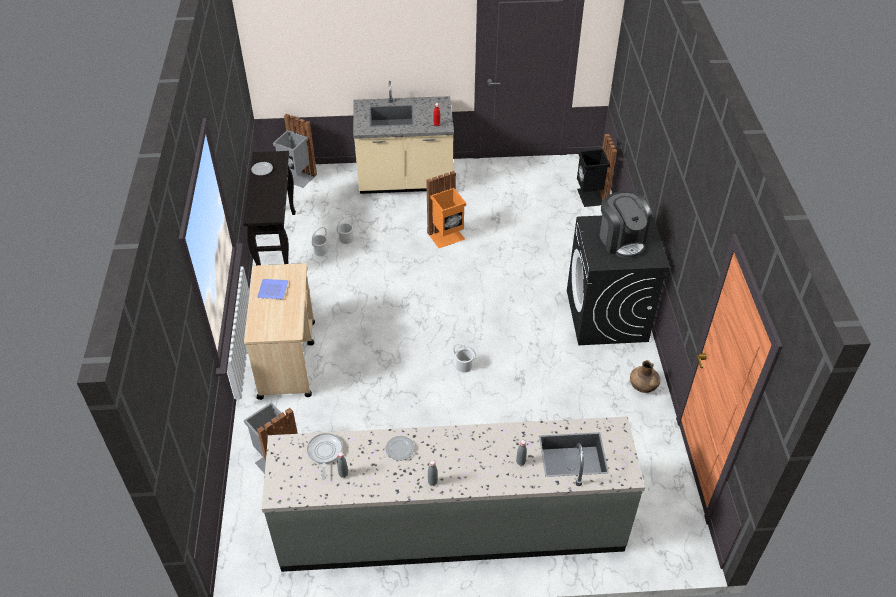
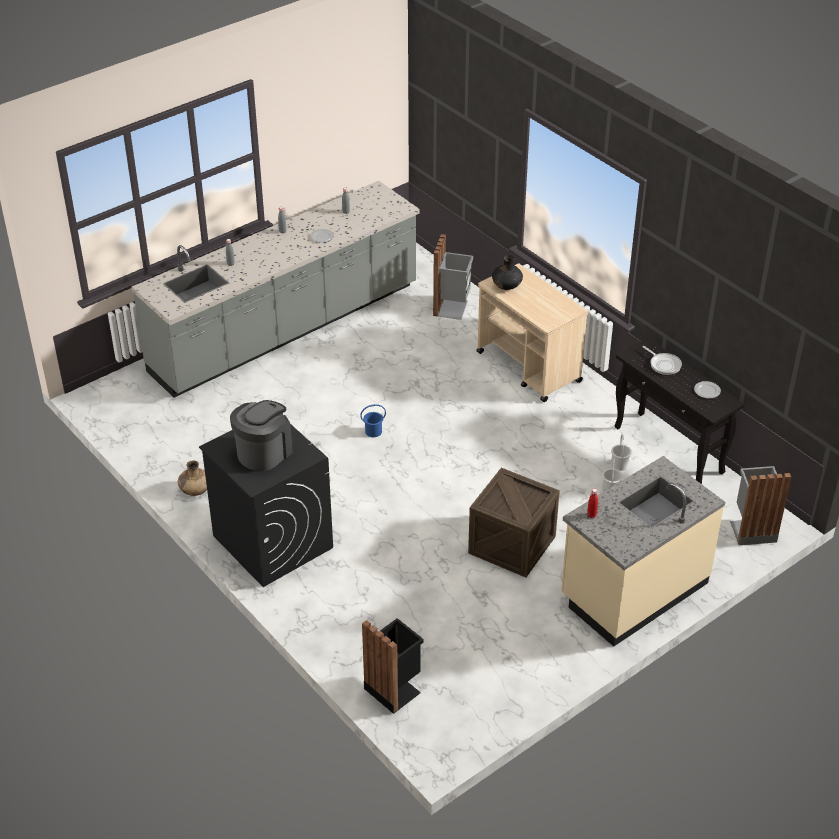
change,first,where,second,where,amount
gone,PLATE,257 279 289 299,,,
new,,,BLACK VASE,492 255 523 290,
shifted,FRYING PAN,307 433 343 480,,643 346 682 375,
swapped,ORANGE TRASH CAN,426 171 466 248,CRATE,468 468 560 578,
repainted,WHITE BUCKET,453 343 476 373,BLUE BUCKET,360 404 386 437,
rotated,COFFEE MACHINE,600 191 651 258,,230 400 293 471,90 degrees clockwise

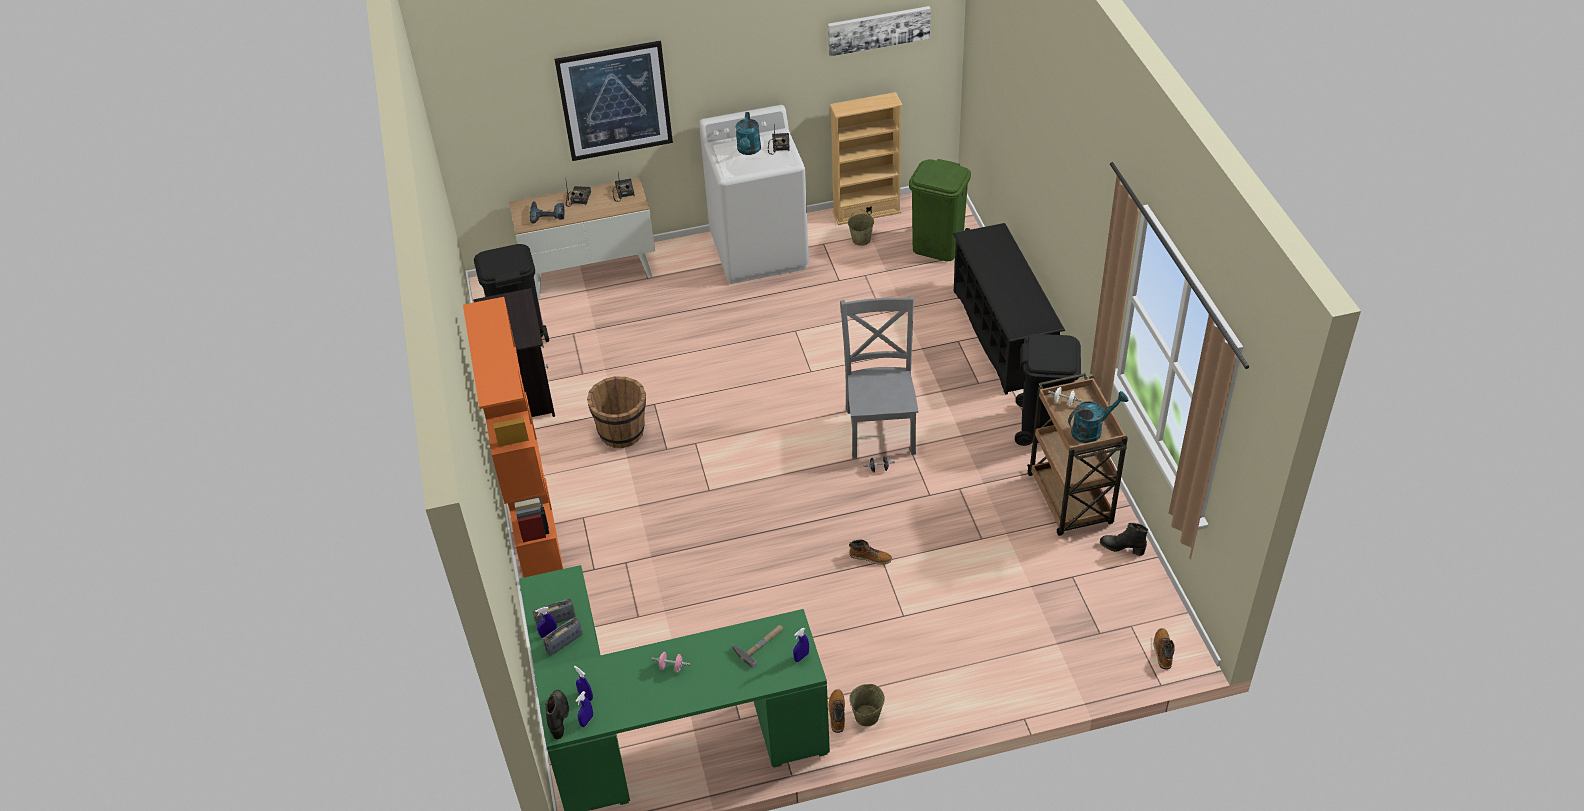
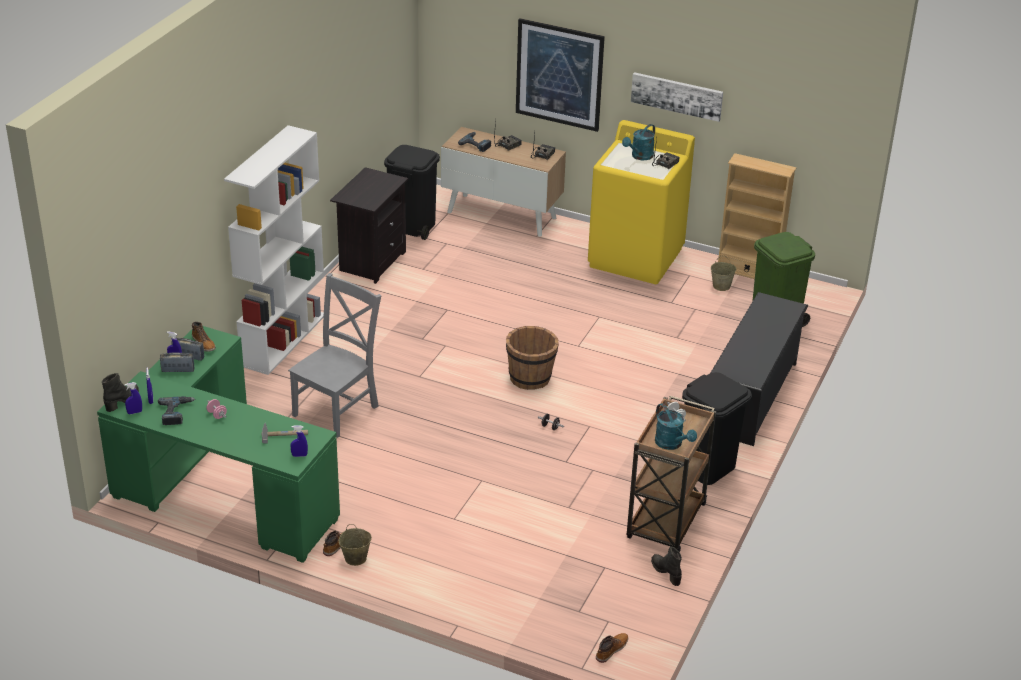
change,first,where,second,where,amount
new,,,POWER DRILL,158 396 195 425,
shifted,BROWN BUCKET,587 377 646 448,,506 326 559 390,
shifted,PICTURE,828 6 931 56,,631 72 723 122,
shifted,GREY CHAIR,840 295 918 459,,288 273 381 438,
shifted,BOOT,849 539 892 565,,192 322 216 352,
repainted,ORANGE BOOKCASE,463 297 563 578,WHITE BOOKCASE,224 125 324 375,
repainted,WHITE WASHING MACHINE,699 105 809 284,YELLOW WASHING MACHINE,588 120 695 284,
rotated,TURQUOISE WATERING CAN,1068 391 1128 443,,655 403 697 450,45 degrees clockwise

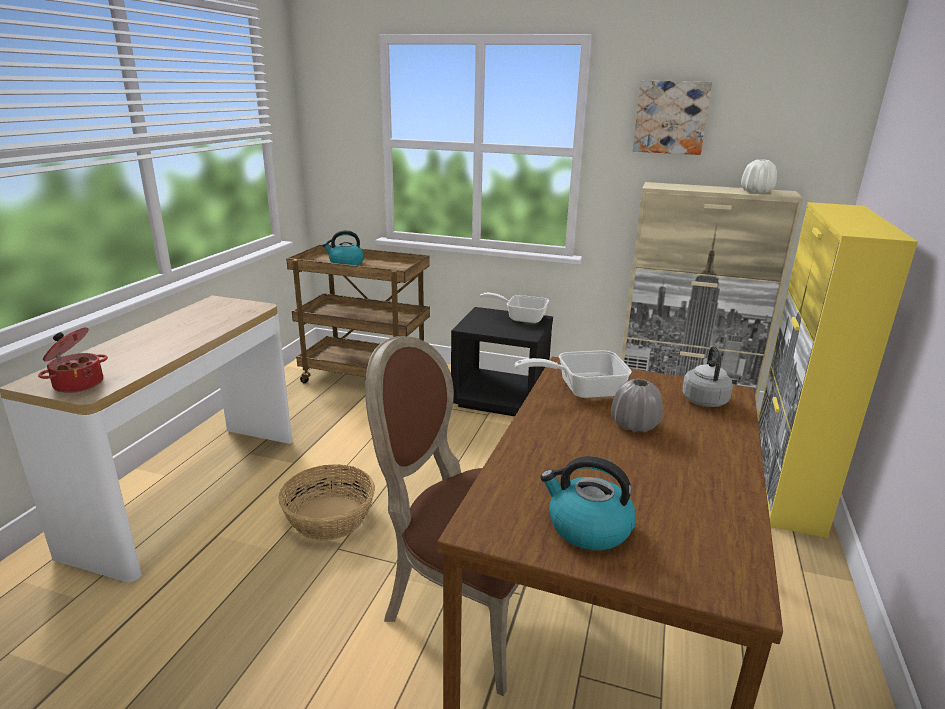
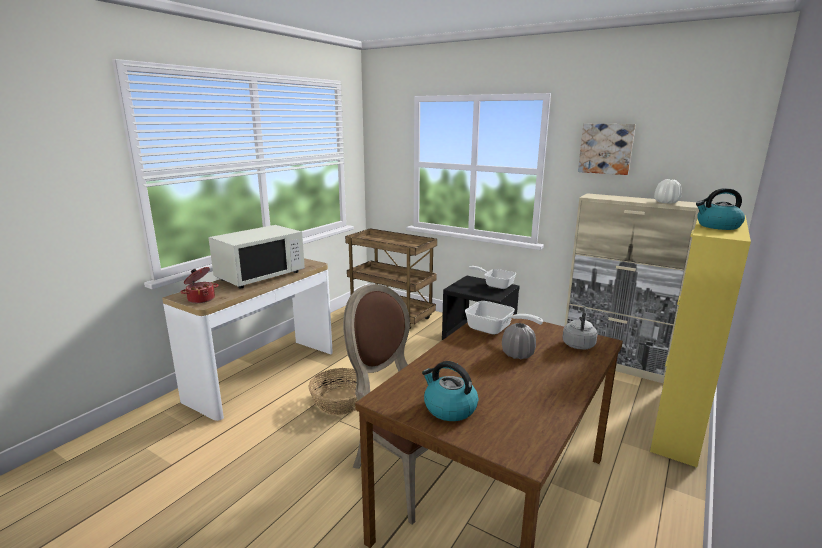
change,first,where,second,where,amount
new,,,WHITE MICROWAVE,208 225 305 288,
shifted,KETTLE,322 230 364 266,,696 188 745 230,
rotated,FRYING PAN,514 350 632 398,,465 301 543 335,150 degrees counterclockwise

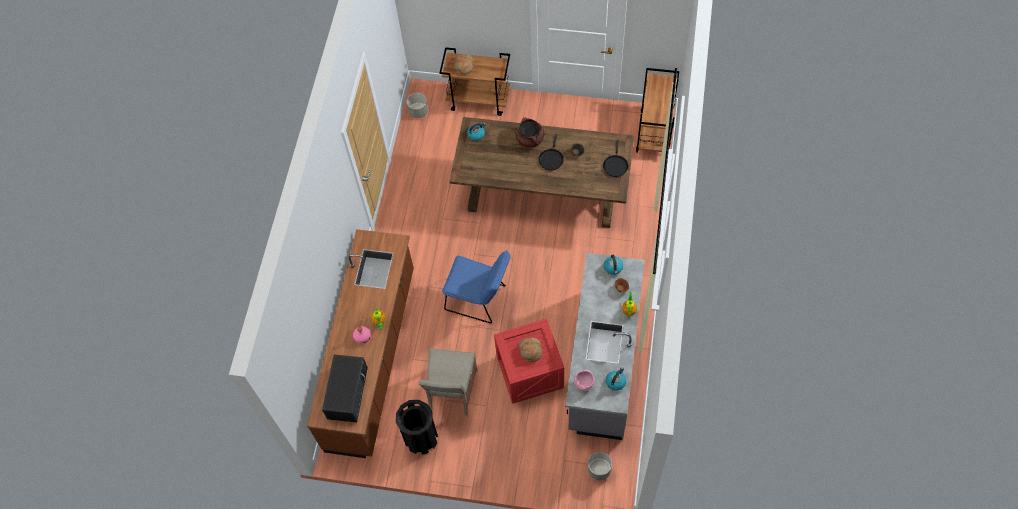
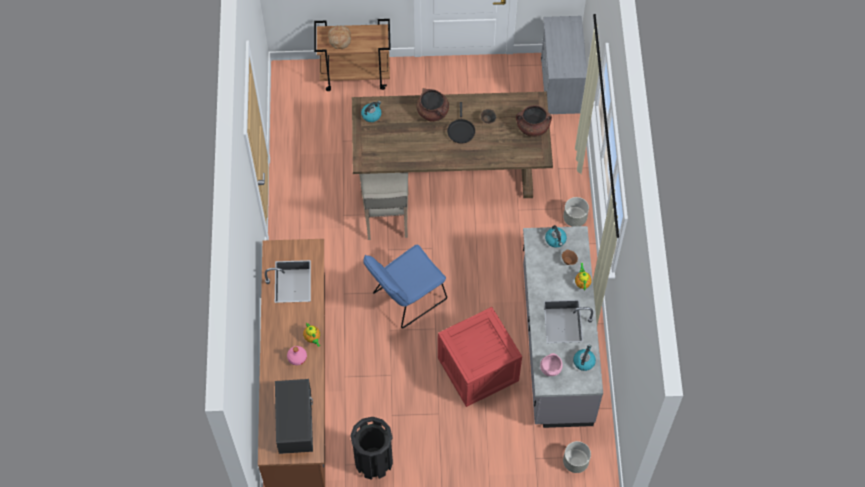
change,first,where,second,where,amount
gone,BREAD,519 337 542 362,,,
shifted,GREY PLANTER,407 93 428 118,,563 197 589 227,
shifted,BEIGE CHAIR,419 348 477 416,,359 173 408 240,
swapped,BLACK FRYING PAN,603 140 628 177,BROWN COOKING POT,516 105 552 137,
swapped,BROWN CART,636 68 679 153,GREY DRESSER,541 16 587 114,
rotated,BLUE CHAIR,442 250 510 323,,363 245 447 329,135 degrees clockwise

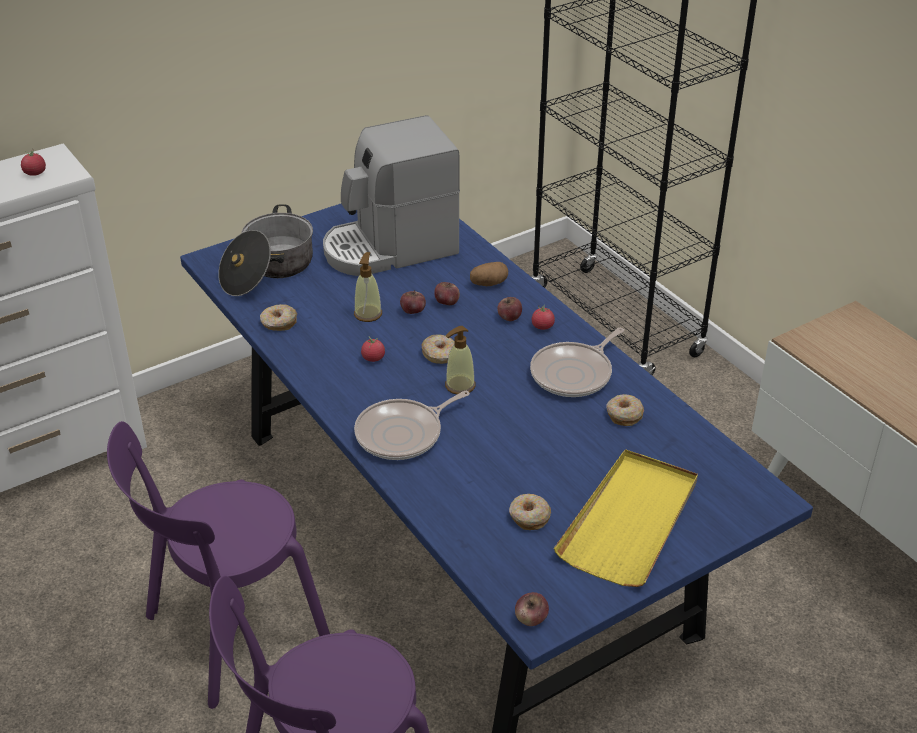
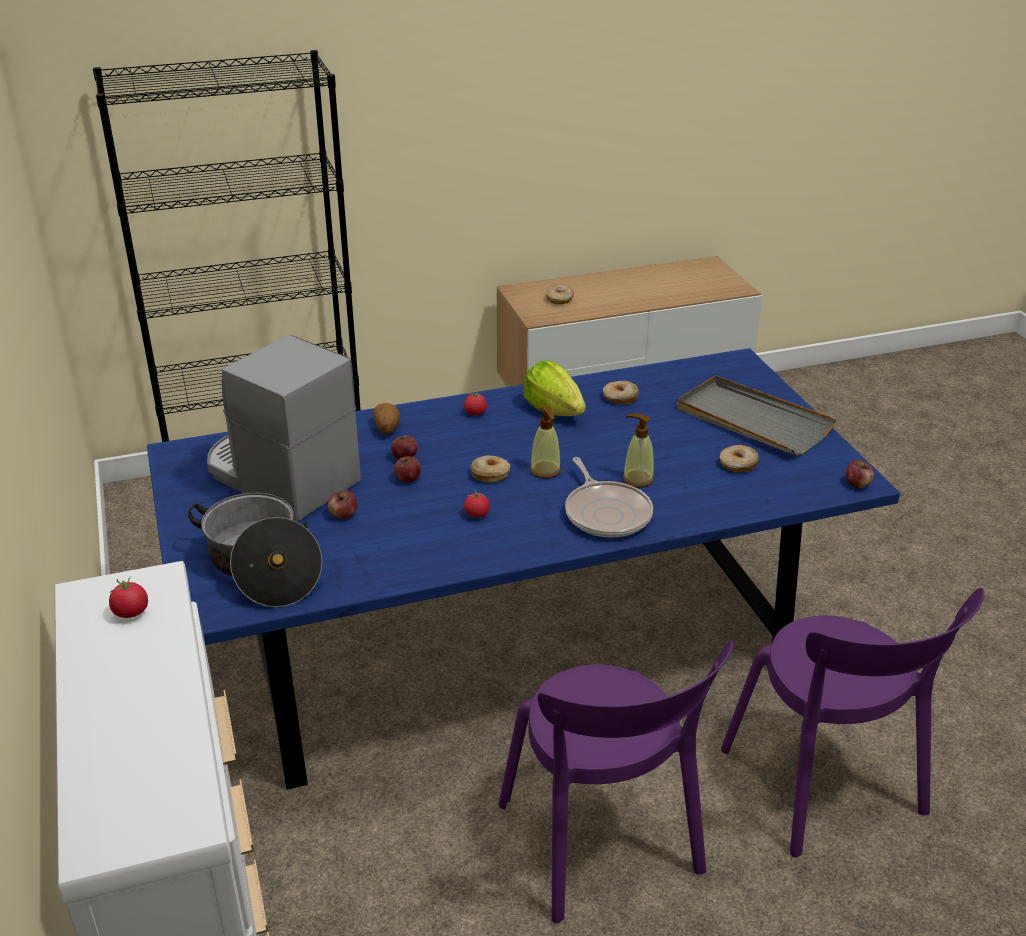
change,first,where,second,where,amount
shifted,DONUT,260 304 297 331,,546 284 574 304,
shifted,SOAP DISPENSER,354 252 382 322,,623 413 654 488,
shifted,APPLE,497 297 522 321,,328 490 357 519,
swapped,FRYING PAN,530 328 624 397,LETTUCE,523 361 586 416,
repainted,YELLOW TRAY,554 449 698 587,GREY TRAY,677 376 837 455,
rotated,COFFEE MACHINE,323 115 460 276,,207 335 361 522,135 degrees clockwise

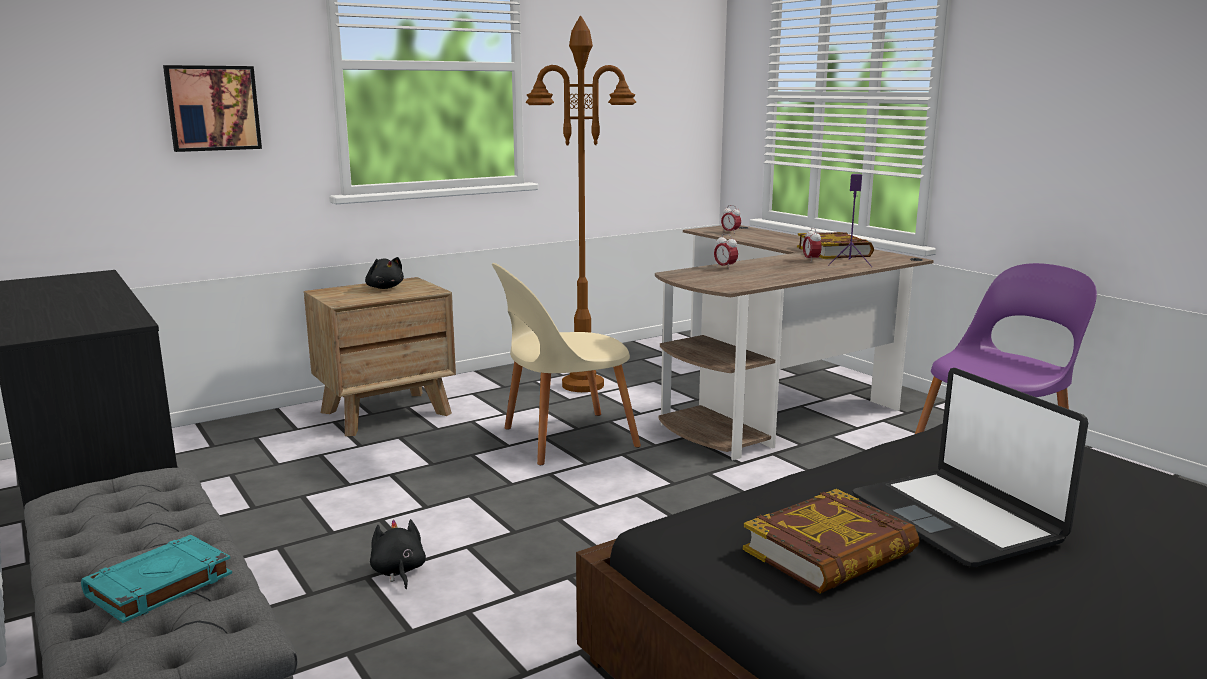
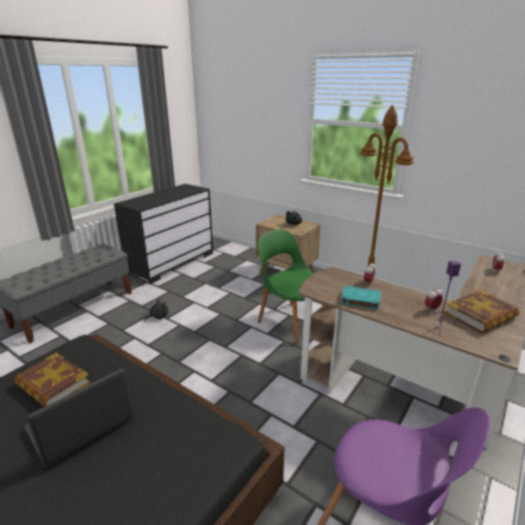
change,first,where,second,where,amount
gone,PICTURE,163 65 262 152,,,
shifted,TURQUOISE BOOK,81 535 232 623,,341 286 381 309,
repainted,BEIGE CHAIR,492 263 641 465,GREEN CHAIR,258 229 326 345,

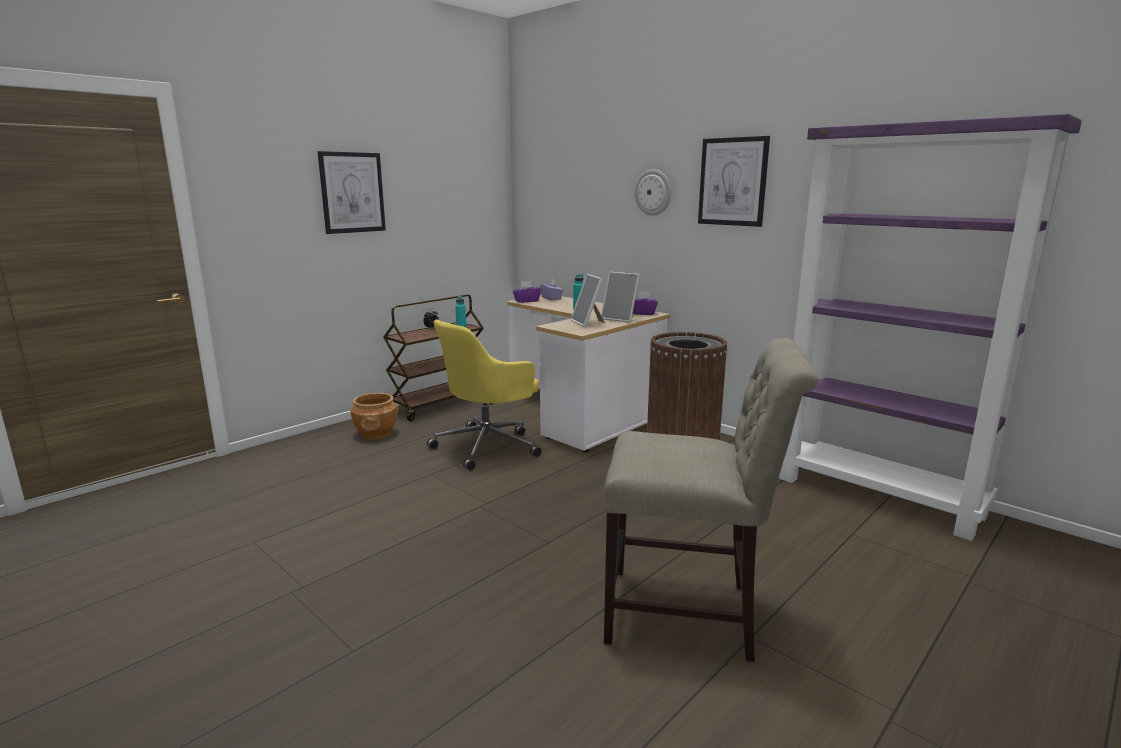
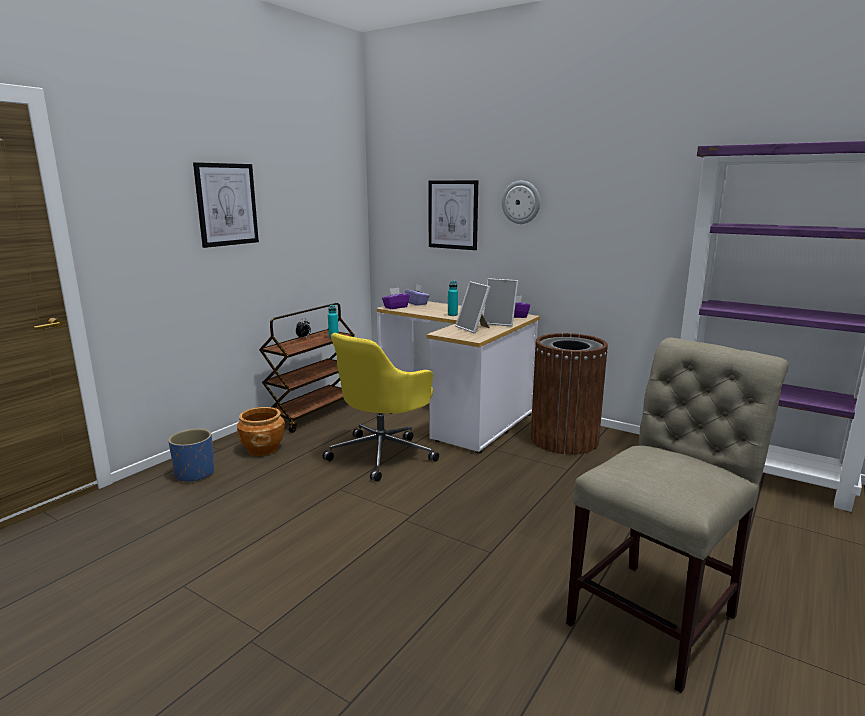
change,first,where,second,where,amount
new,,,BLUE PLANTER,168 429 214 483,
shifted,PICTURE,698 136 770 227,,429 180 478 250,
rotated,BEIGE CHAIR,604 338 818 662,,566 337 789 693,45 degrees counterclockwise

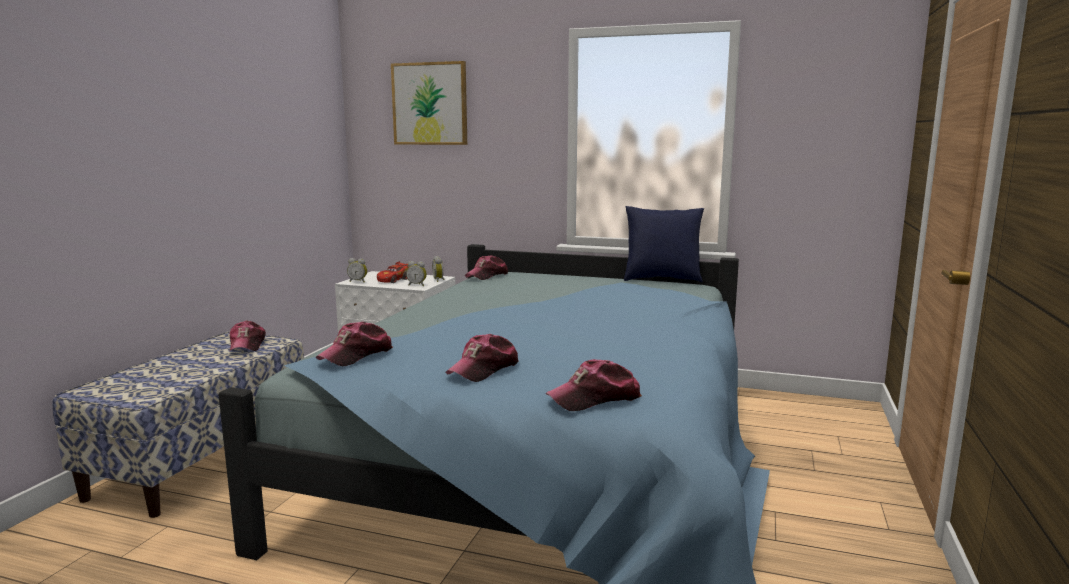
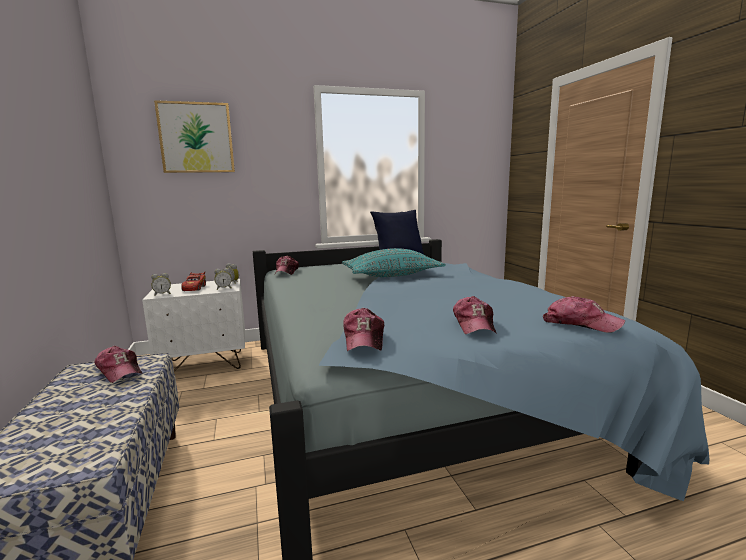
change,first,where,second,where,amount
new,,,TURQUOISE PILLOW,342 248 446 277,
rotated,CAP,546 359 642 411,,543 296 625 333,90 degrees counterclockwise

